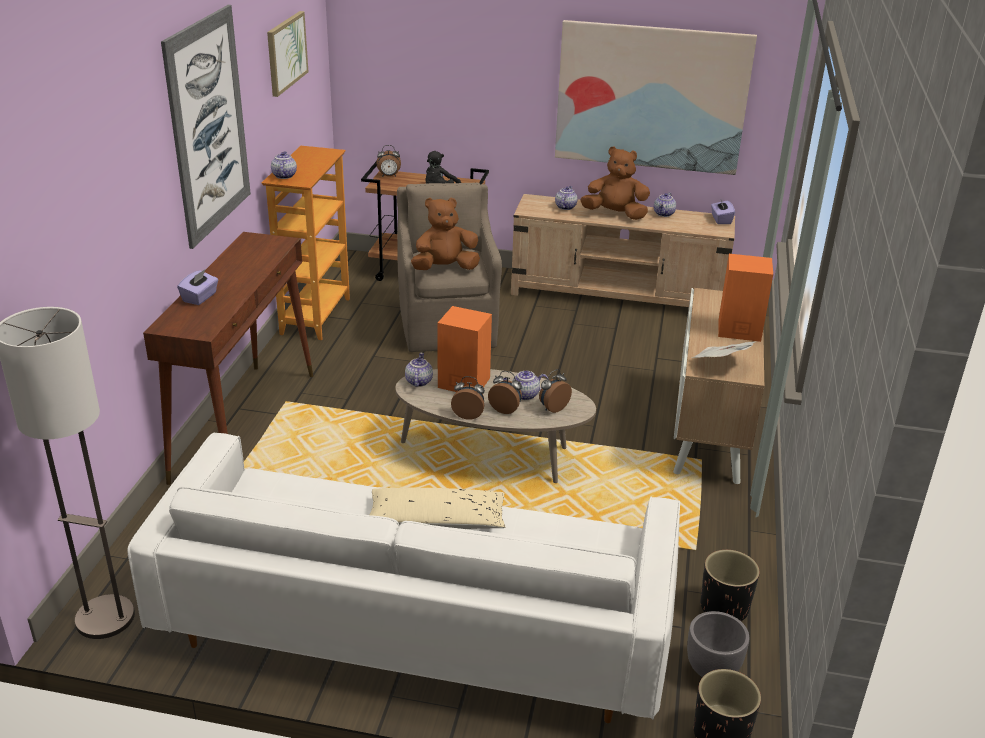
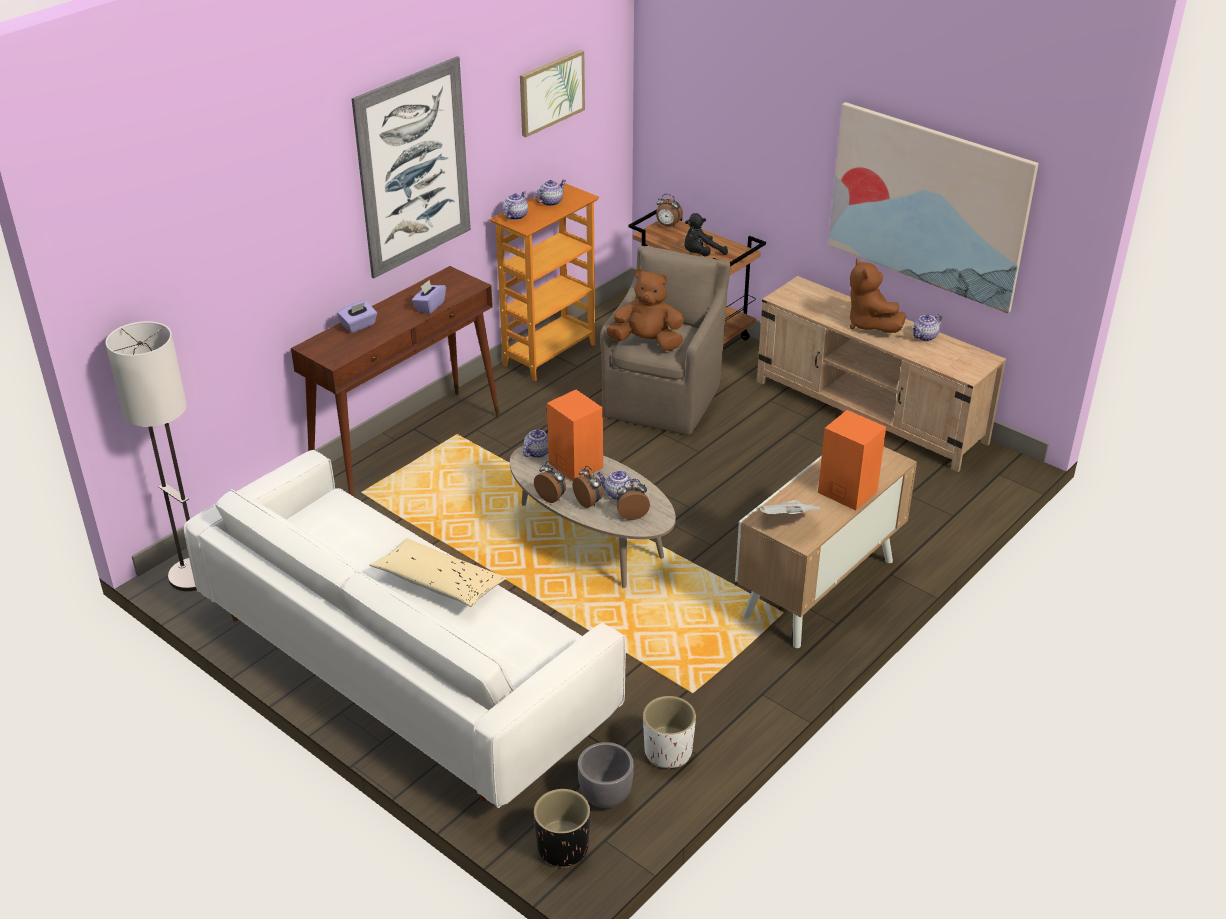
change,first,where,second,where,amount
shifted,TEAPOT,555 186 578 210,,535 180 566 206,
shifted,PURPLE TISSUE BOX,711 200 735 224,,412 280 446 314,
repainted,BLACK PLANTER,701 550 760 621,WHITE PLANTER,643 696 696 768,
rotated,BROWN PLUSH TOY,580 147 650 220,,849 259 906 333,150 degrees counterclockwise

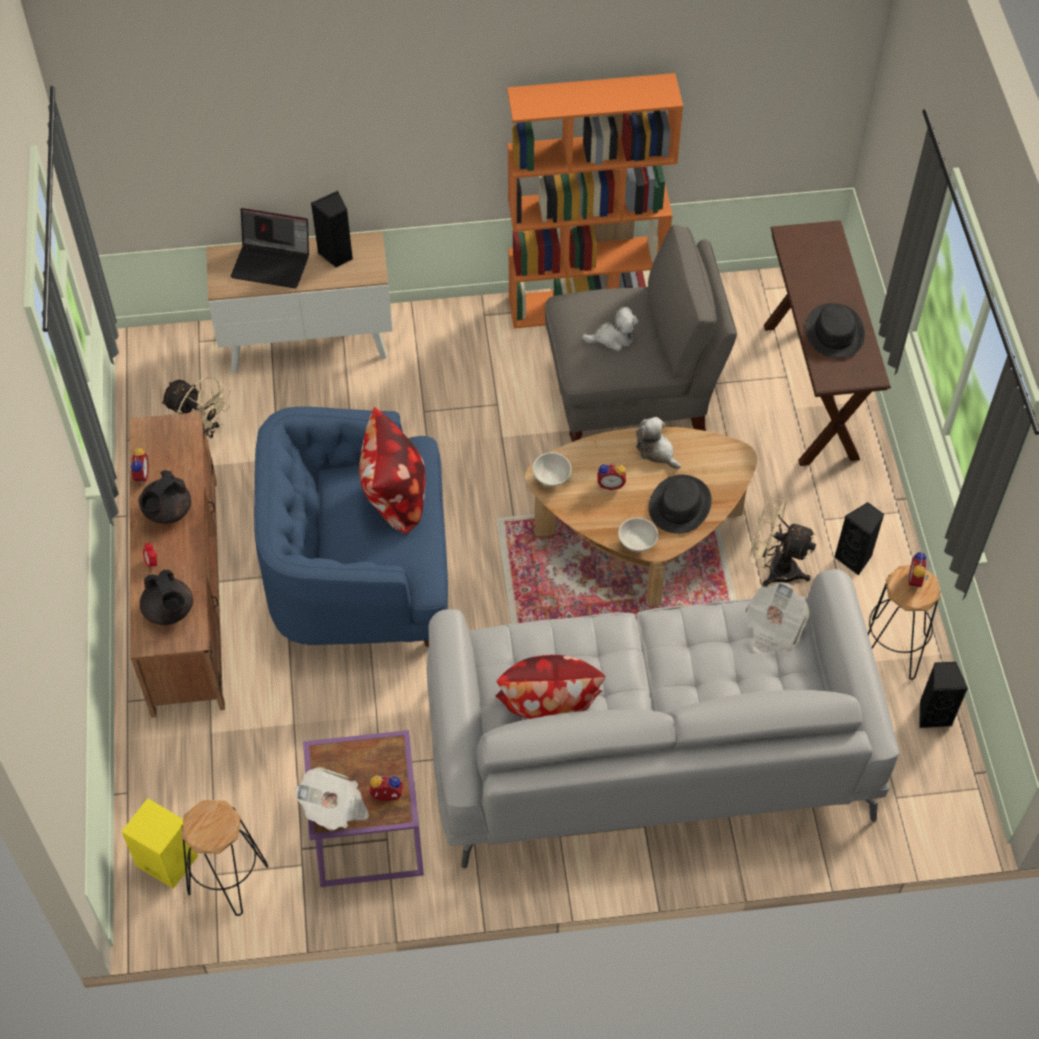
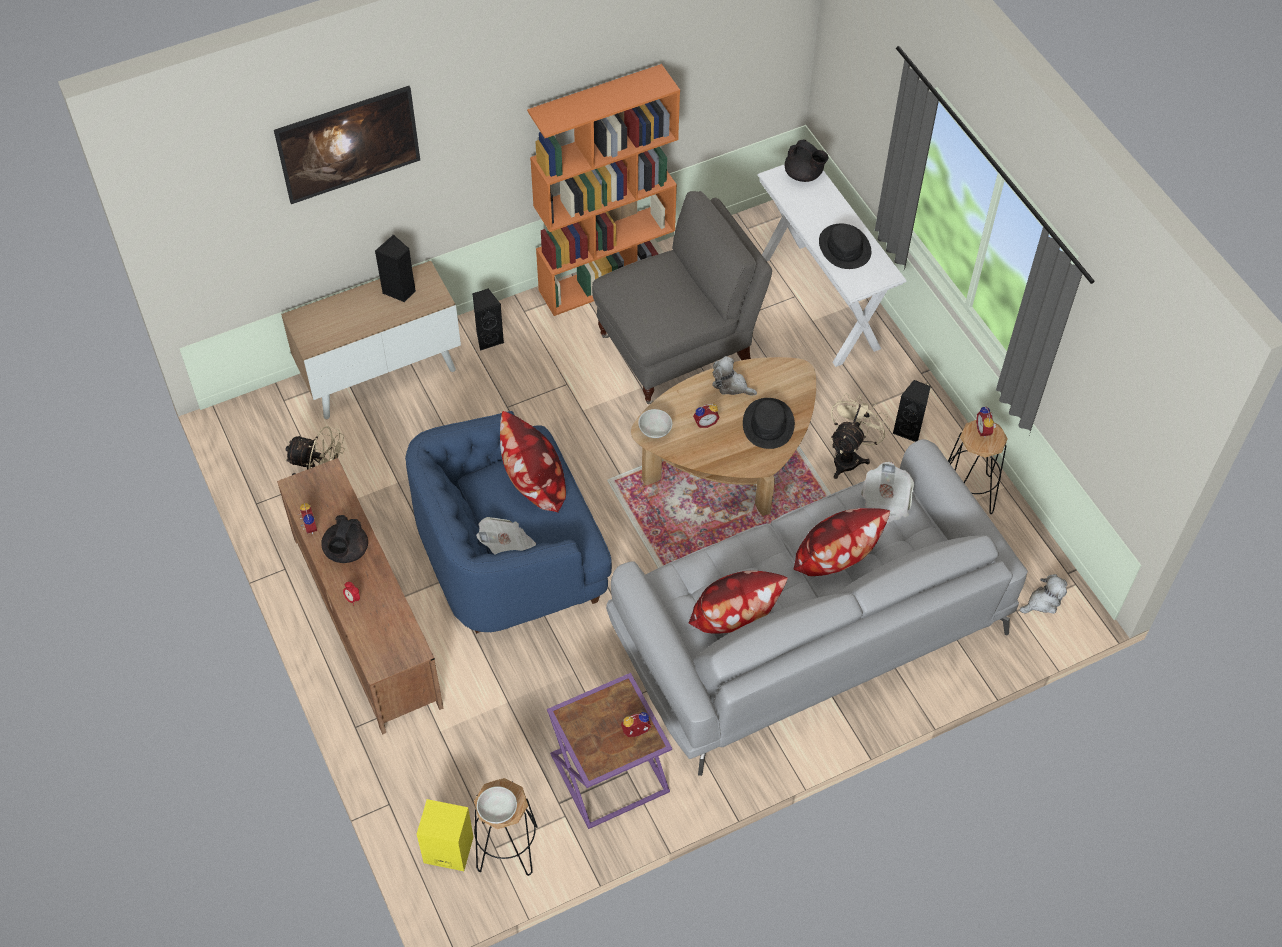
change,first,where,second,where,amount
gone,LAPTOP,231 208 309 288,,,
new,,,PICTURE,274 86 420 204,
new,,,PILLOW,794 508 890 576,
shifted,BLACK TEAPOT,140 569 193 625,,785 140 828 182,
shifted,NEWSPAPER,295 767 369 831,,476 517 536 554,
shifted,PLUSH TOY,582 307 639 351,,1020 574 1067 614,
shifted,WHITE BOWL,618 518 658 552,,477 786 517 824,
shifted,BLACK SPEAKER,919 662 968 728,,472 288 504 351,
repainted,BROWN CONSOLE TABLE,764 220 891 466,WHITE CONSOLE TABLE,757 164 907 367,
rotated,BEIGE FAN,748 497 816 587,,831 393 890 479,120 degrees clockwise

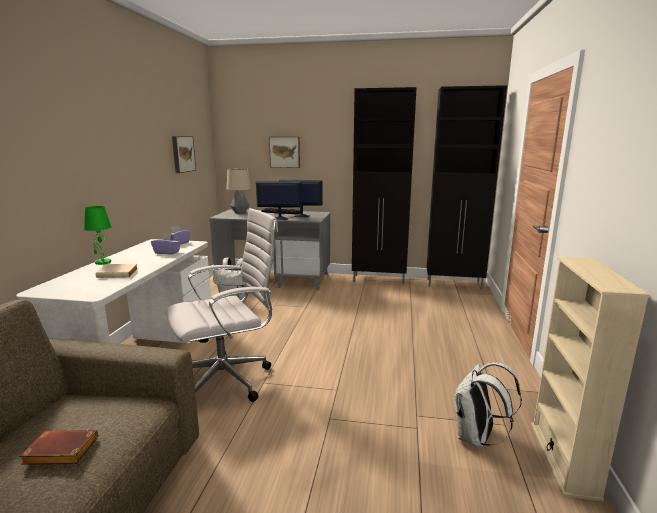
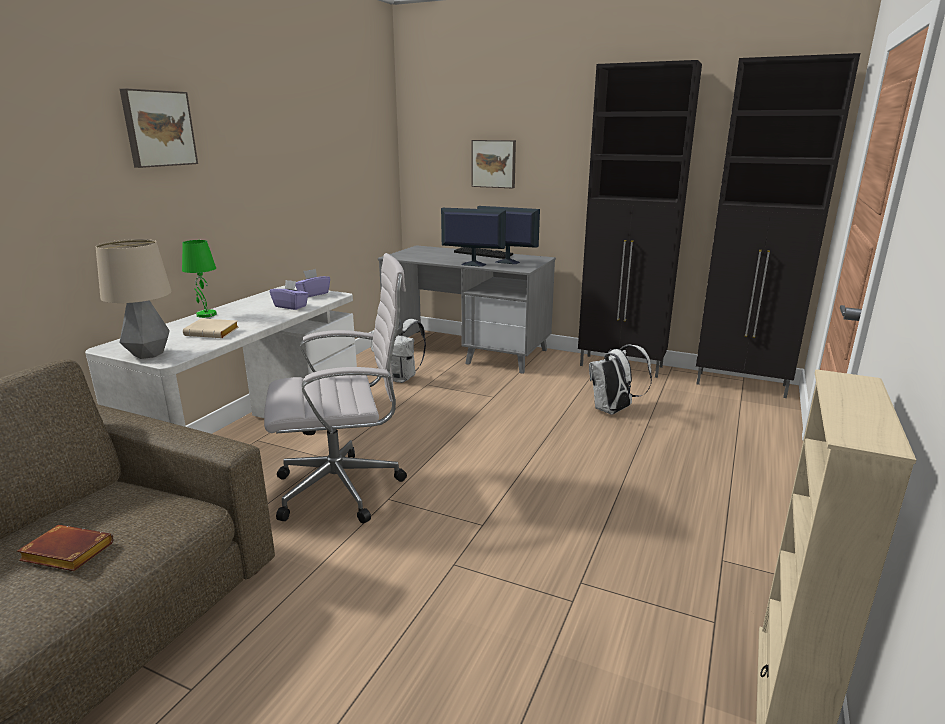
change,first,where,second,where,amount
shifted,PICTURE,172 136 196 173,,120 88 198 168,
shifted,TABLE LAMP,227 168 251 214,,96 239 172 359,
shifted,WHITE BACKPACK,454 363 522 448,,589 345 652 415,

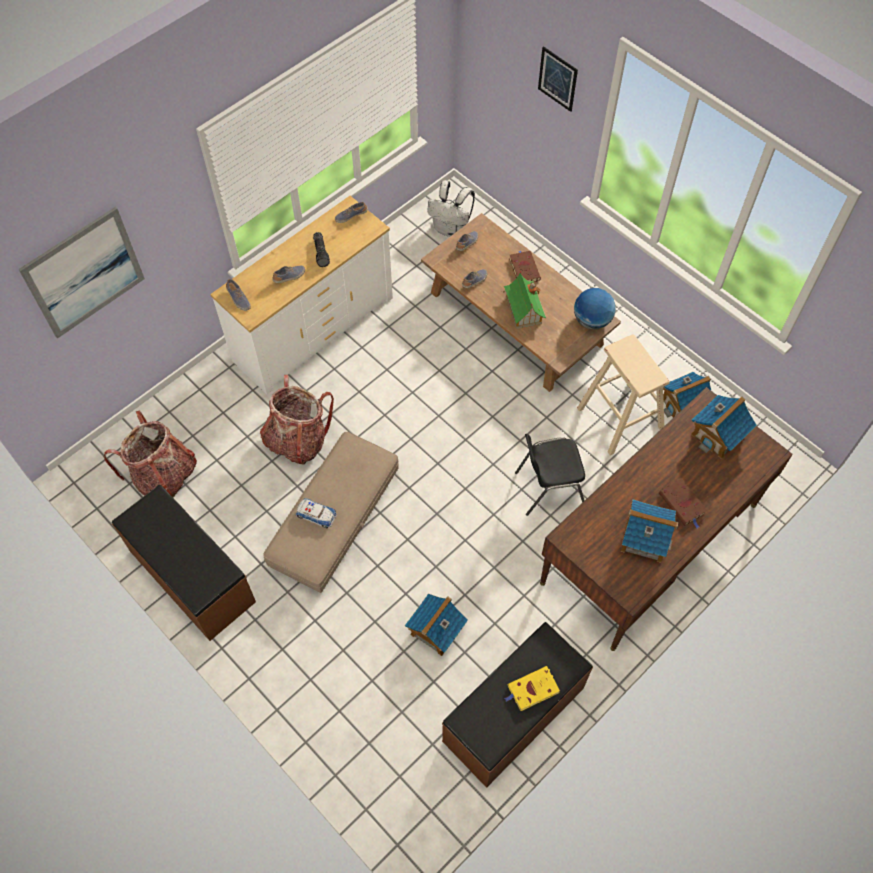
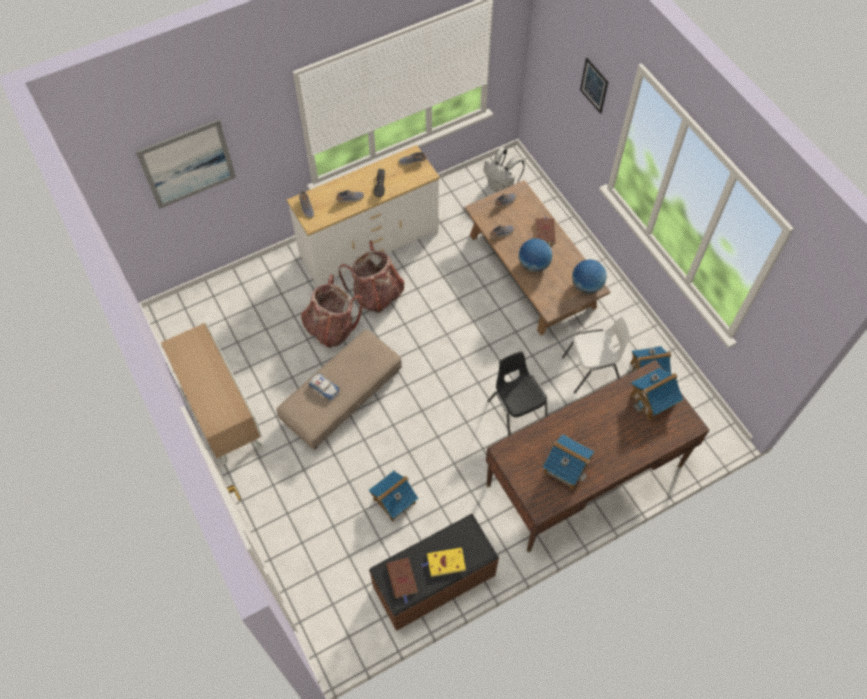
change,first,where,second,where,amount
shifted,BACKPACK,104 411 197 498,,339 241 404 313,
shifted,BROWN BOOK,659 479 707 528,,386 557 418 604,
swapped,BROWN BENCH,112 485 256 641,CABINET,161 322 262 465,
swapped,TOY HOUSE,501 271 546 329,GLOBE,519 238 553 272,
swapped,BEIGE STOOL,577 334 670 455,WHITE CHAIR,562 316 631 393,
rotated,BLACK CHAIR,515 434 585 516,,487 351 547 436,60 degrees clockwise

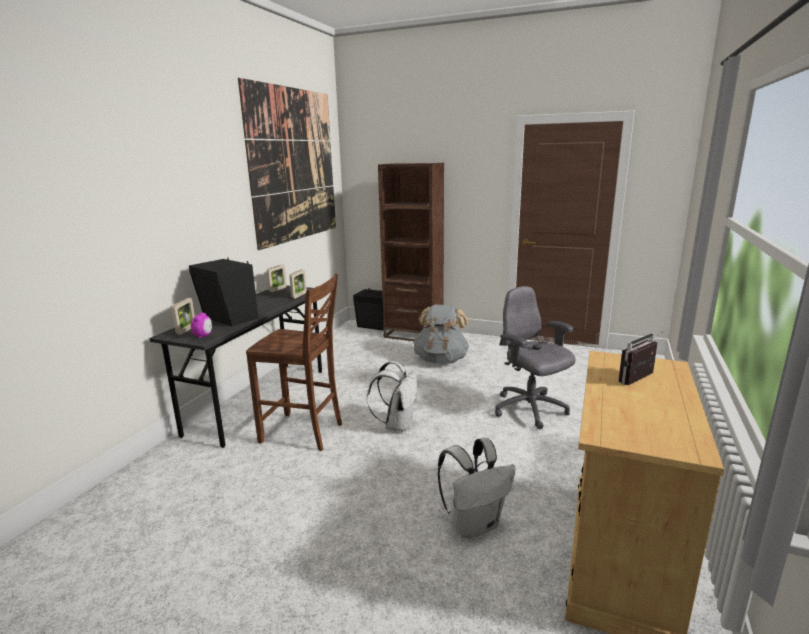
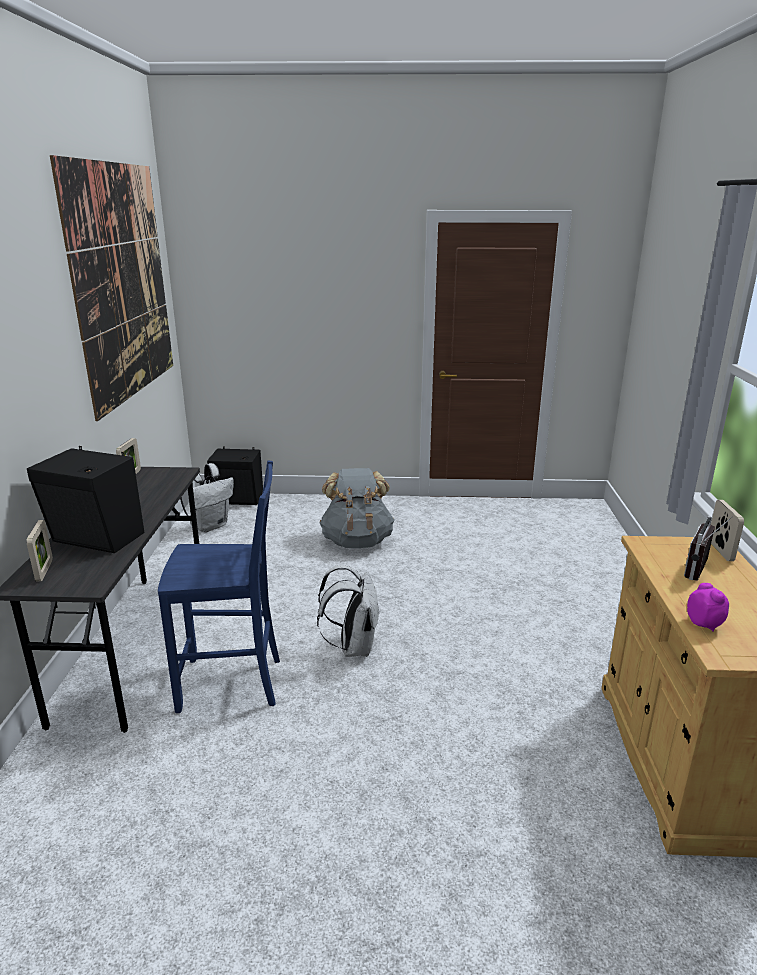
change,first,where,second,where,amount
gone,BROWN BOOKCASE,378 163 444 341,,,
gone,GREY OFFICE CHAIR,495 286 575 429,,,
shifted,ALARM CLOCK,191 313 212 339,,687 583 729 632,
shifted,PICTURE FRAME,289 269 307 299,,711 500 744 561,
shifted,WHITE BACKPACK,438 438 516 538,,180 463 234 532,
repainted,BROWN CHAIR,246 273 342 451,BLUE CHAIR,158 461 280 713,

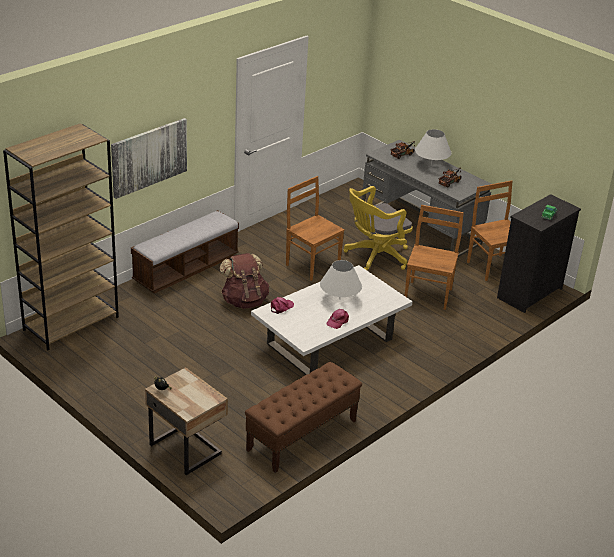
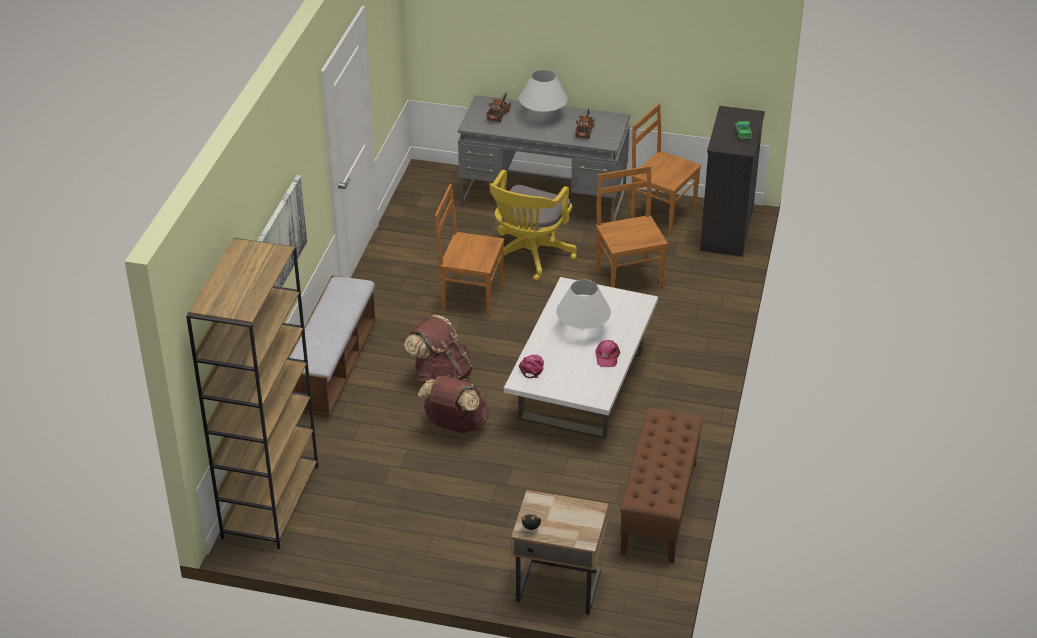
change,first,where,second,where,amount
new,,,BROWN BACKPACK,418 375 489 433,

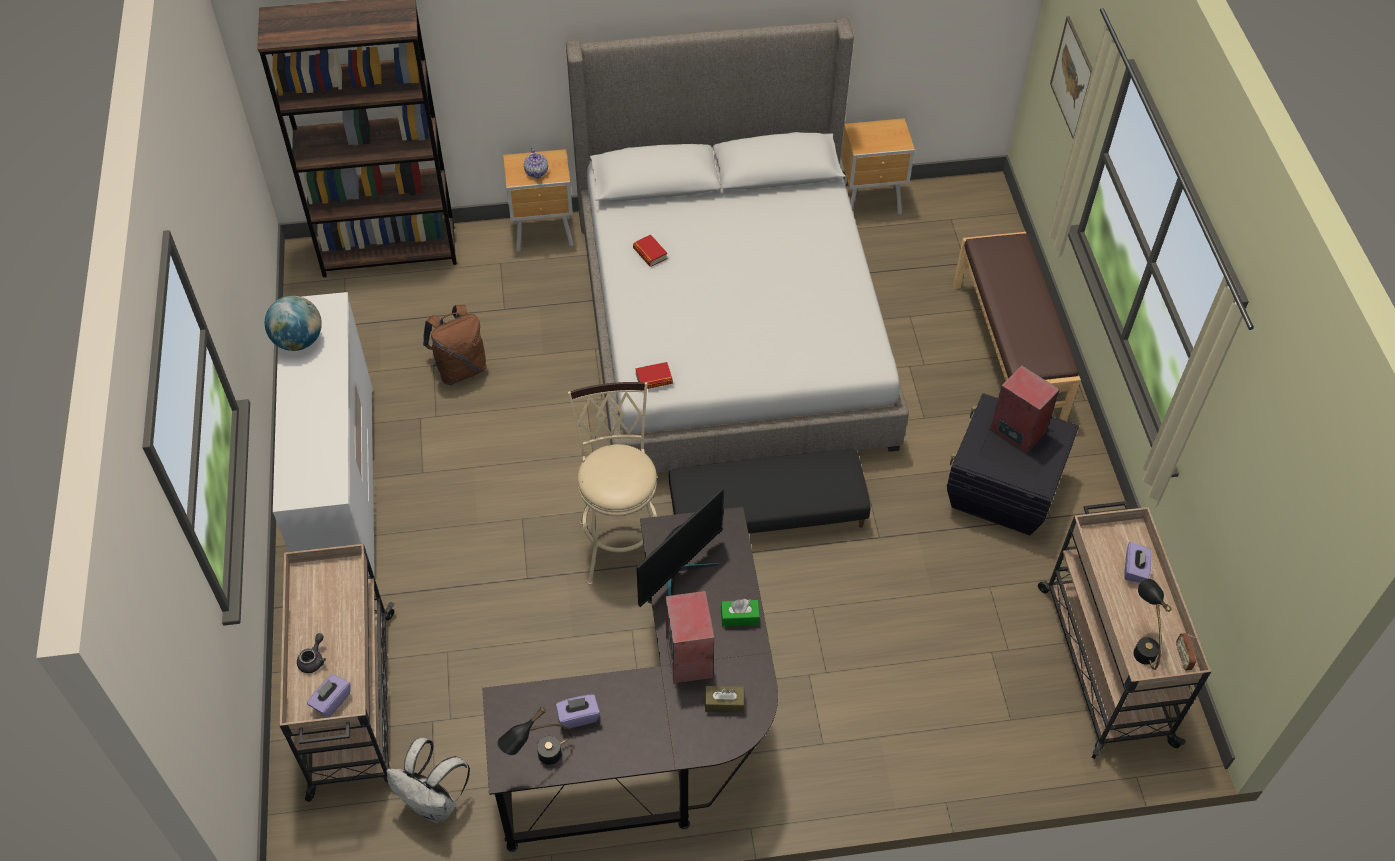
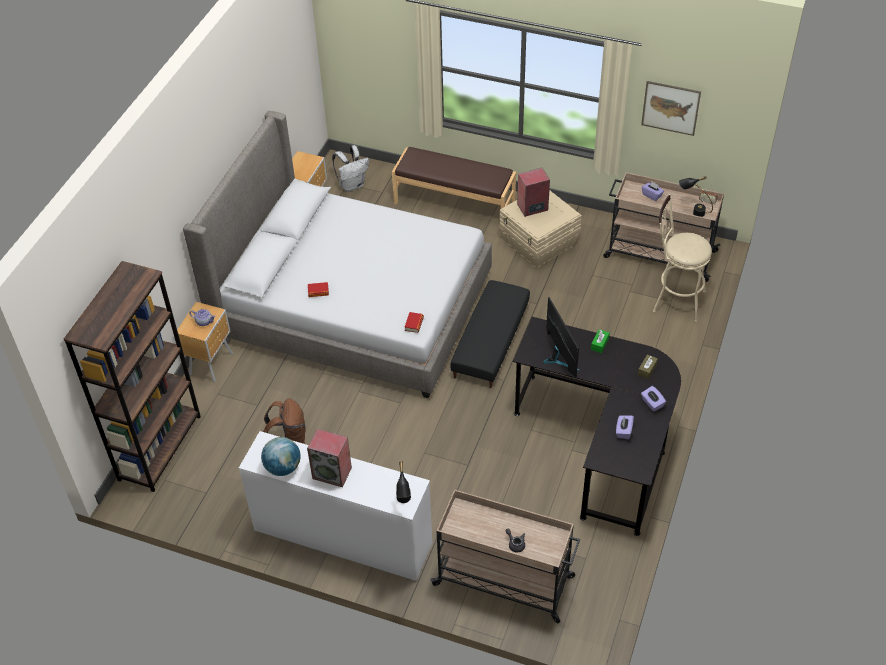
change,first,where,second,where,amount
shifted,PURPLE TISSUE BOX,307 674 351 718,,641 386 666 412,
shifted,WHITE BACKPACK,386 738 470 823,,332 145 369 192,
shifted,BLACK TABLE LAMP,497 707 572 765,,396 461 411 503,
shifted,BEIGE STOOL,568 382 657 585,,653 194 712 322,
shifted,SPEAKER,665 591 714 684,,307 429 352 487,
shifted,PICTURE,1050 16 1093 139,,641 81 701 136,
repainted,BLACK STORAGE BOX,947 393 1079 535,BEIGE STORAGE BOX,499 190 582 268,

